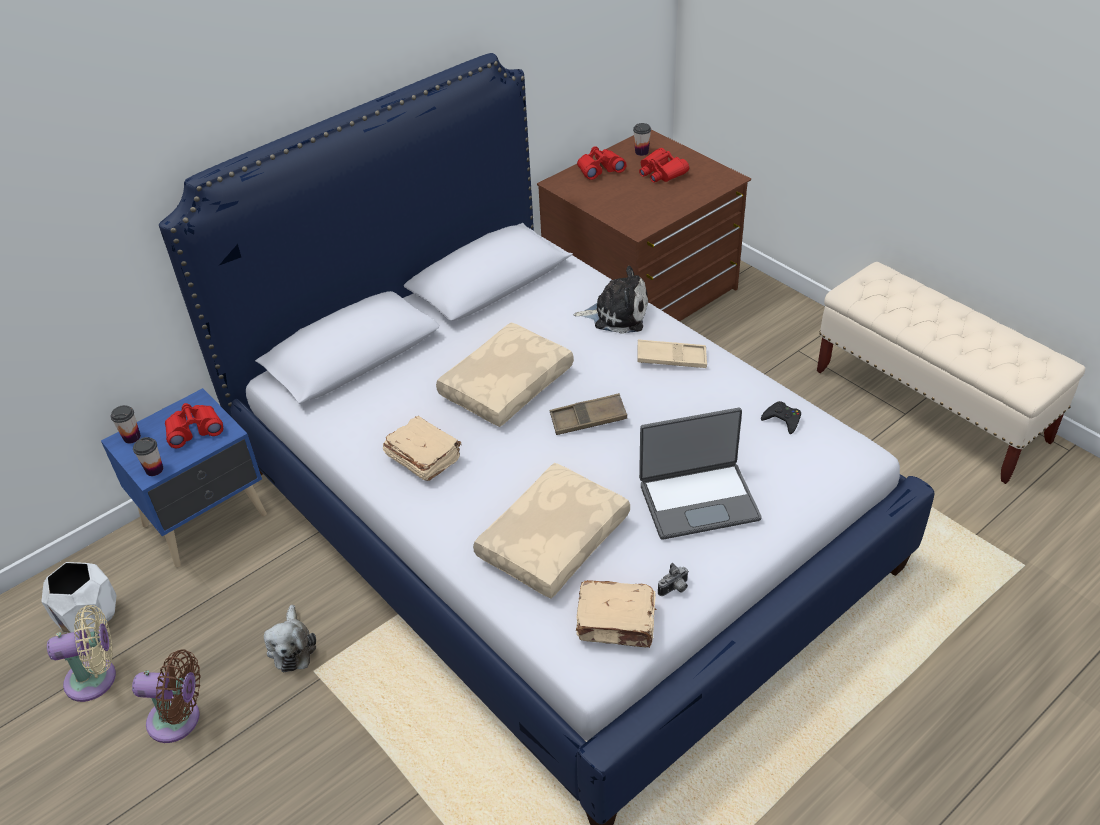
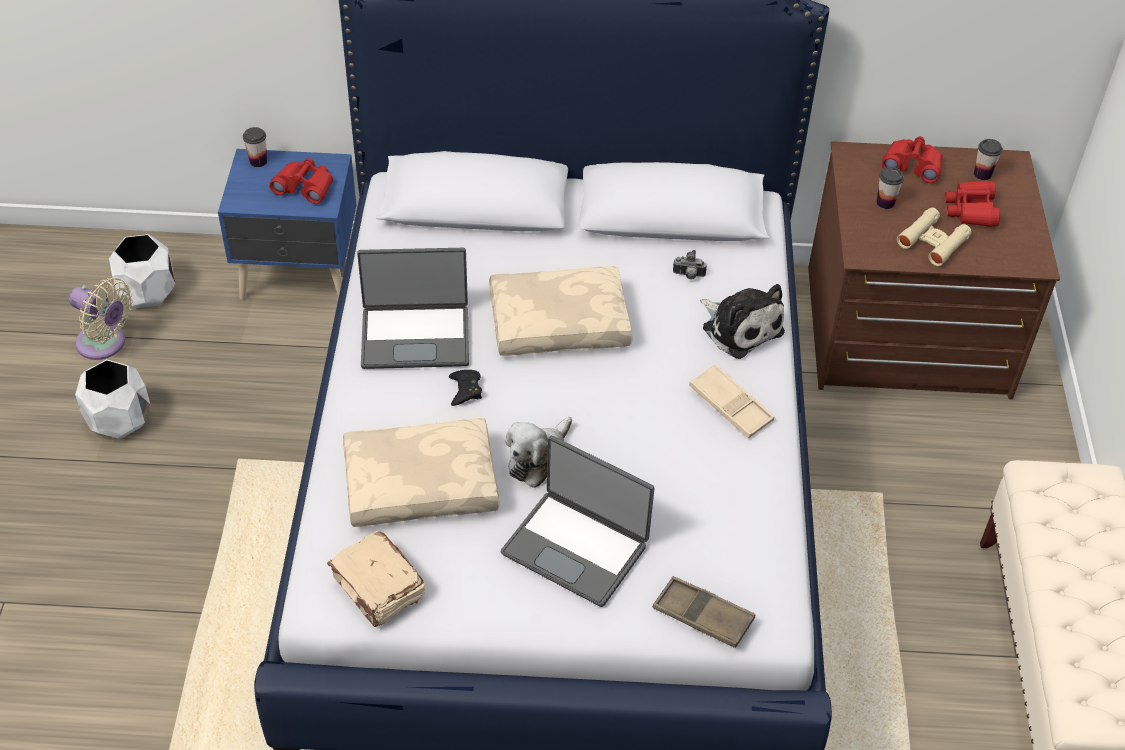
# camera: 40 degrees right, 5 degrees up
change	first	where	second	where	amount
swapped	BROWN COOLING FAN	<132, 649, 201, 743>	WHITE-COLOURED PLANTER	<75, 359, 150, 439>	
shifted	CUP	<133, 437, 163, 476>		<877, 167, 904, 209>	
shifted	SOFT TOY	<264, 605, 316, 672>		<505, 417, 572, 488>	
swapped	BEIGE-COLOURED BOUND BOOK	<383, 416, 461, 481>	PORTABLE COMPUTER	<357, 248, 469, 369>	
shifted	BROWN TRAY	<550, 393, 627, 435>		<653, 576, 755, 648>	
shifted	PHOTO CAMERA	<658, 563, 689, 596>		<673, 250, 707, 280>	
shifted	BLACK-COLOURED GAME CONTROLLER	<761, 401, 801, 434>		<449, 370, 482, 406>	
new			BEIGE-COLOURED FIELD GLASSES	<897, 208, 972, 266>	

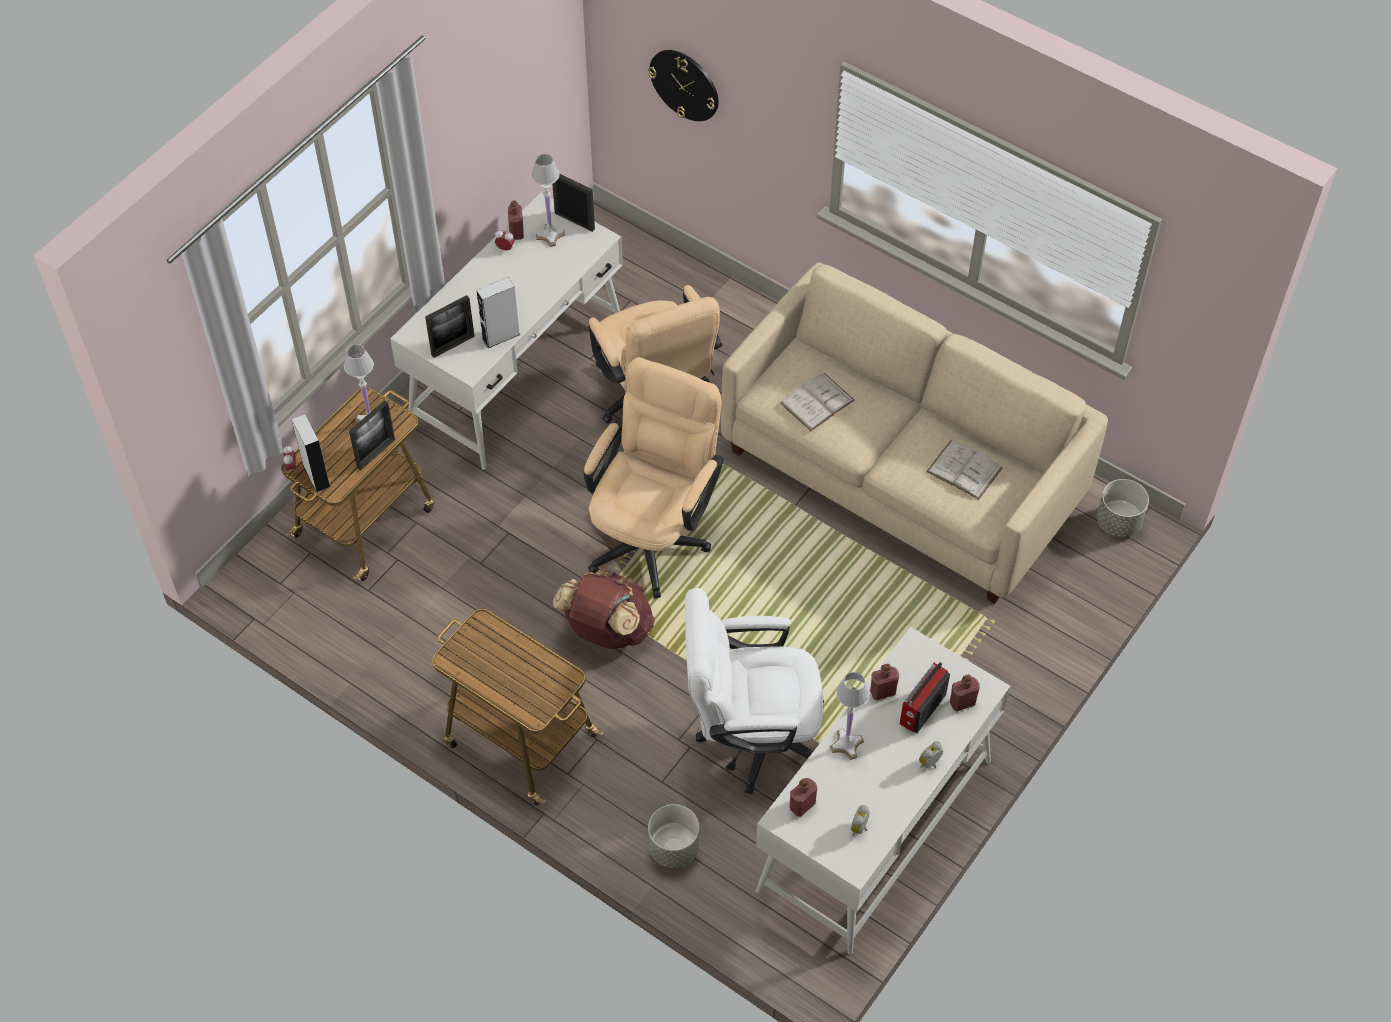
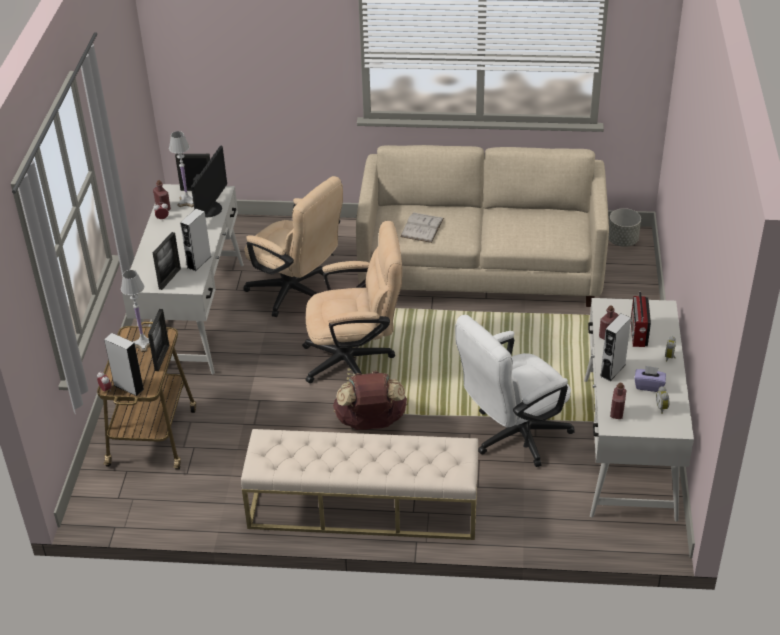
# camera: 30 degrees left, 15 degrees down
change	first	where	second	where	amount
swapped	TROLLEY	<432, 609, 604, 805>	BEIGE-COLOURED BENCH	<241, 429, 478, 540>	
rotated	BEIGE-COLOURED DESK CHAIR	<583, 357, 724, 599>		<302, 221, 402, 383>	90 degrees clockwise
gone	CLOCK ON THE WALL	<648, 50, 718, 121>			
gone	GREY PLANTER	<648, 804, 699, 868>			
swapped	WHITE-COLOURED TABLE LAMP	<830, 672, 870, 760>	GREY SPEAKER	<600, 314, 631, 381>	
gone	WHITE-COLOURED BOUND BOOK	<926, 440, 1003, 500>			
gone	RED BOTTLE	<950, 675, 980, 711>			
new			MONITOR	<191, 146, 227, 218>	
new			PURPLE BOX OF TISSUES	<634, 365, 666, 392>	

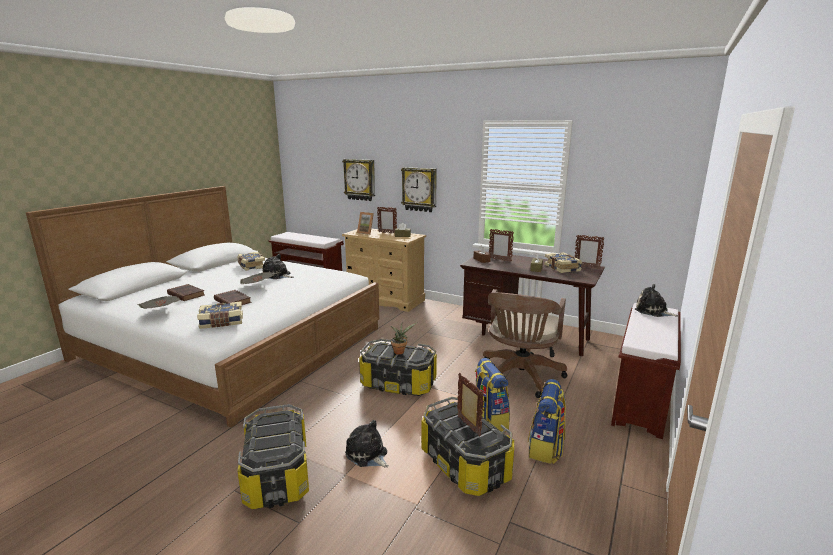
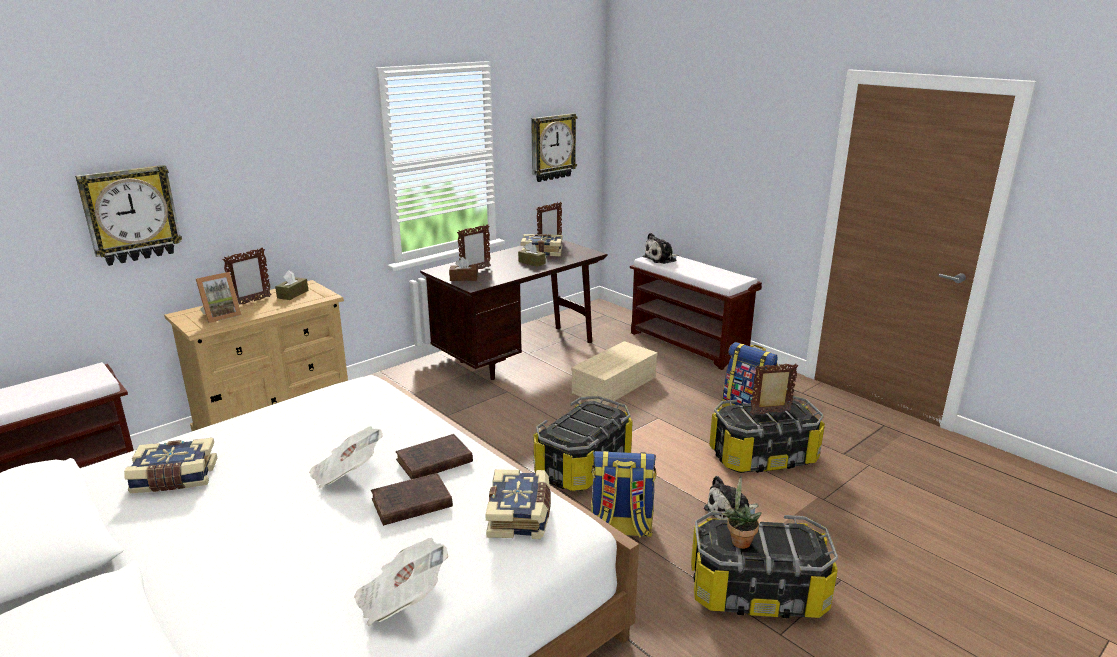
# camera: 70 degrees left, 5 degrees up
change	first	where	second	where	amount
shifted	BROWN BOUND BOOK	<167, 284, 205, 301>		<396, 434, 473, 479>	
gone	SOFT TOY	<263, 254, 294, 279>			
shifted	PLANT IN A POT	<391, 323, 417, 355>		<721, 476, 762, 549>	
shifted	CLOCK ON THE WALL	<401, 167, 437, 212>		<531, 113, 578, 182>	
shifted	KNAPSACK	<475, 358, 510, 432>		<591, 451, 657, 538>	
swapped	BROWN DESK CHAIR	<483, 289, 568, 398>	BEIGE-COLOURED STORAGE BOX	<571, 341, 657, 405>	

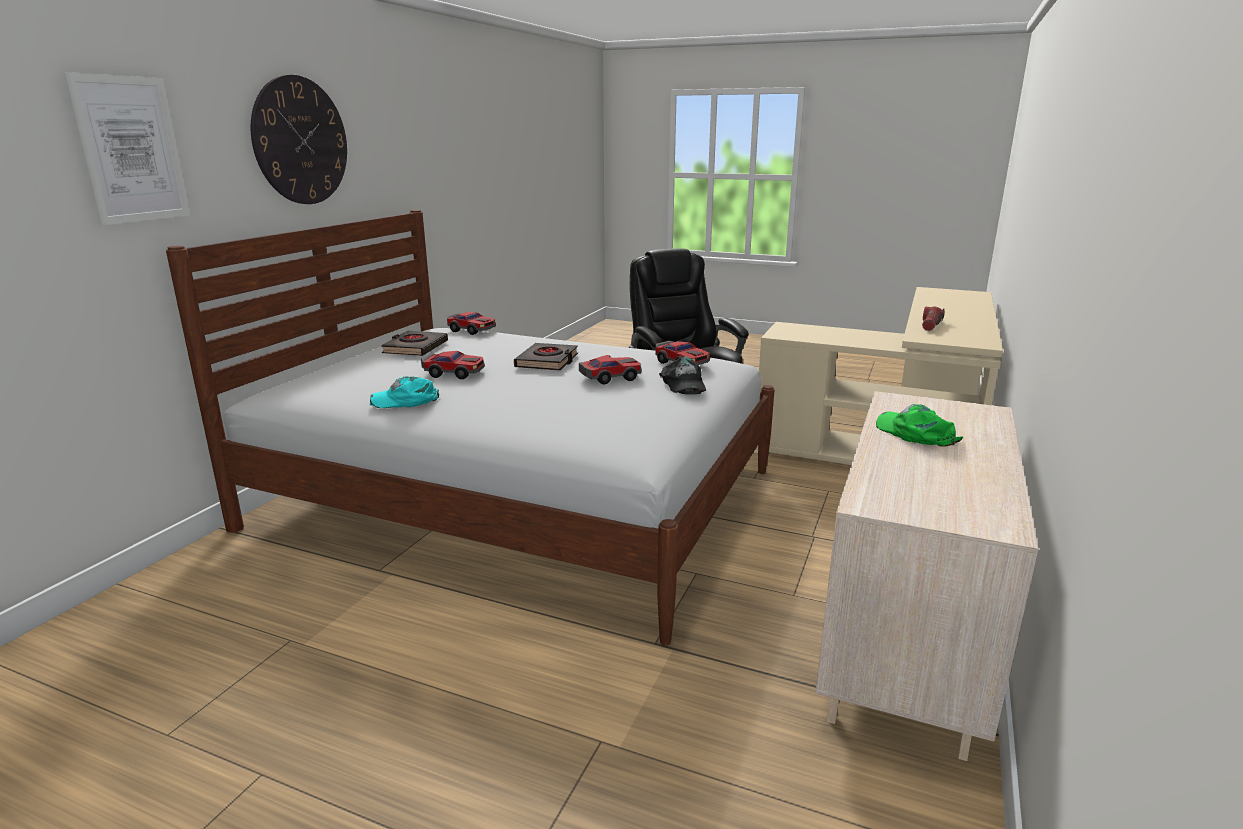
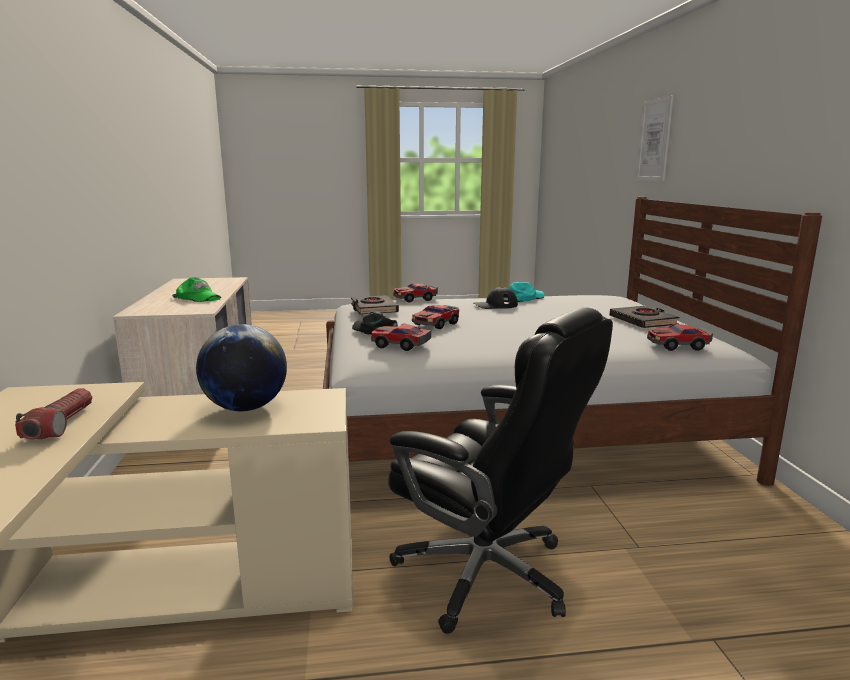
# camera: 150 degrees right, 5 degrees down
change	first	where	second	where	amount
gone	CLOCK ON THE WALL	<251, 75, 347, 204>			
shifted	MINIATURE CAR	<421, 351, 485, 379>		<393, 283, 438, 302>	
shifted	BLACK-COLOURED BOUND BOOK	<514, 343, 578, 371>		<351, 295, 399, 315>	
new			WORLD GLOBE	<196, 324, 287, 411>	
new			BLACK-COLOURED PEAKED CAP	<474, 287, 518, 309>	

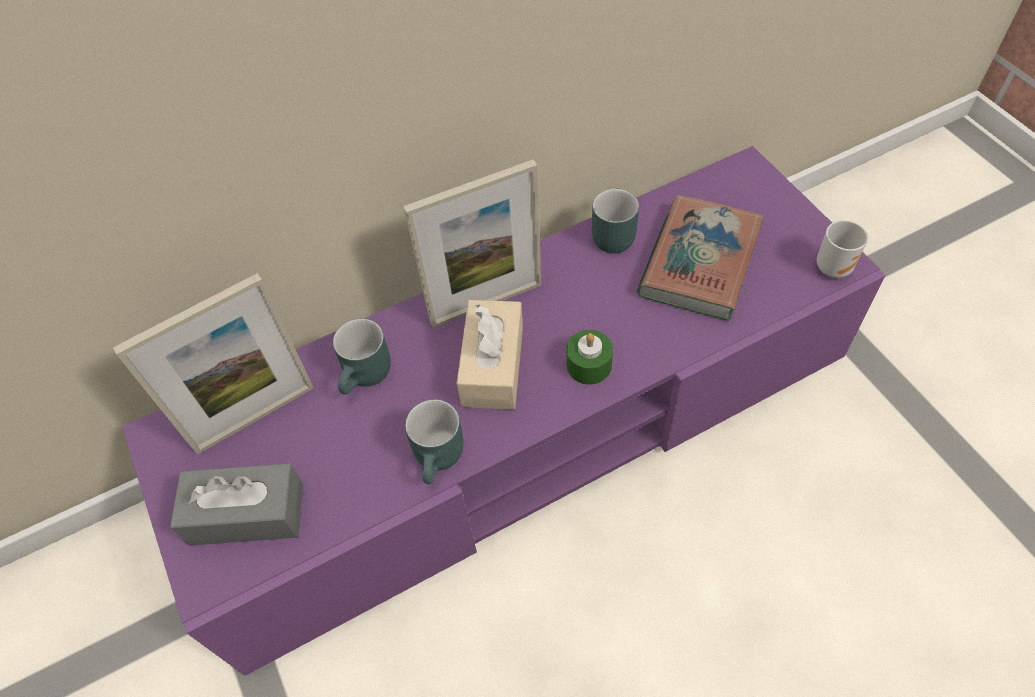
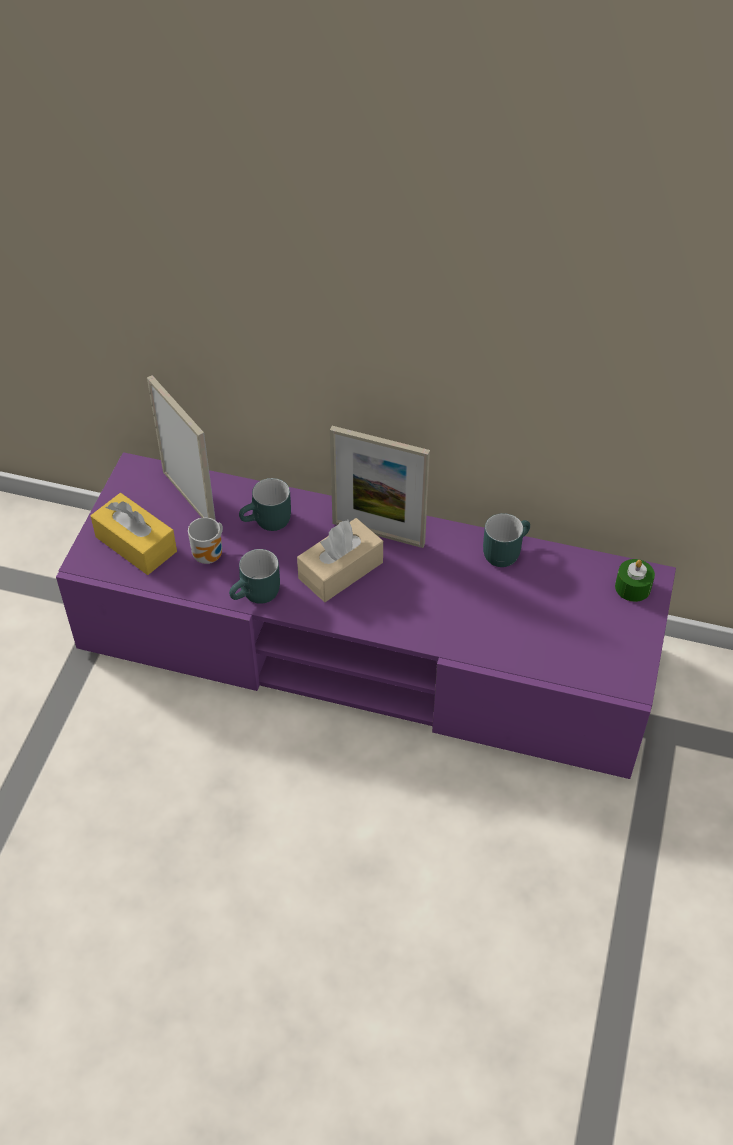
# camera: 40 degrees right, 5 degrees down
change	first	where	second	where	amount
rotated	PHOTO FRAME	<113, 273, 314, 454>		<147, 375, 216, 520>	135 degrees counterclockwise
repainted	GREY BOX OF TISSUES	<170, 463, 303, 546>	YELLOWISH BOX OF TISSUES	<91, 493, 177, 575>	
shifted	GREEN-COLOURED CANDLE	<566, 330, 613, 385>		<615, 559, 655, 602>	
gone	BOUND BOOK	<637, 195, 764, 321>			
shifted	TEA MUG	<817, 220, 868, 278>		<188, 517, 223, 564>	

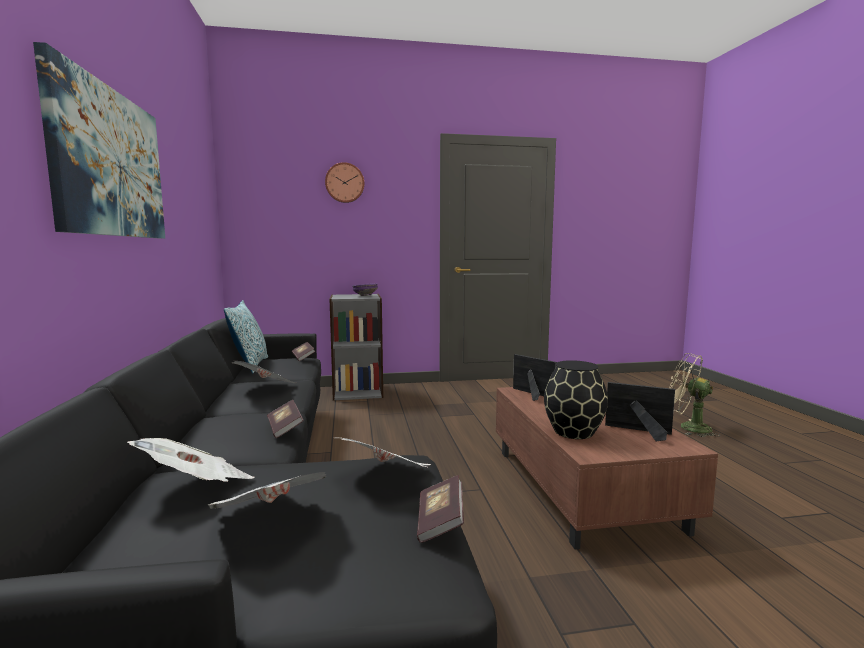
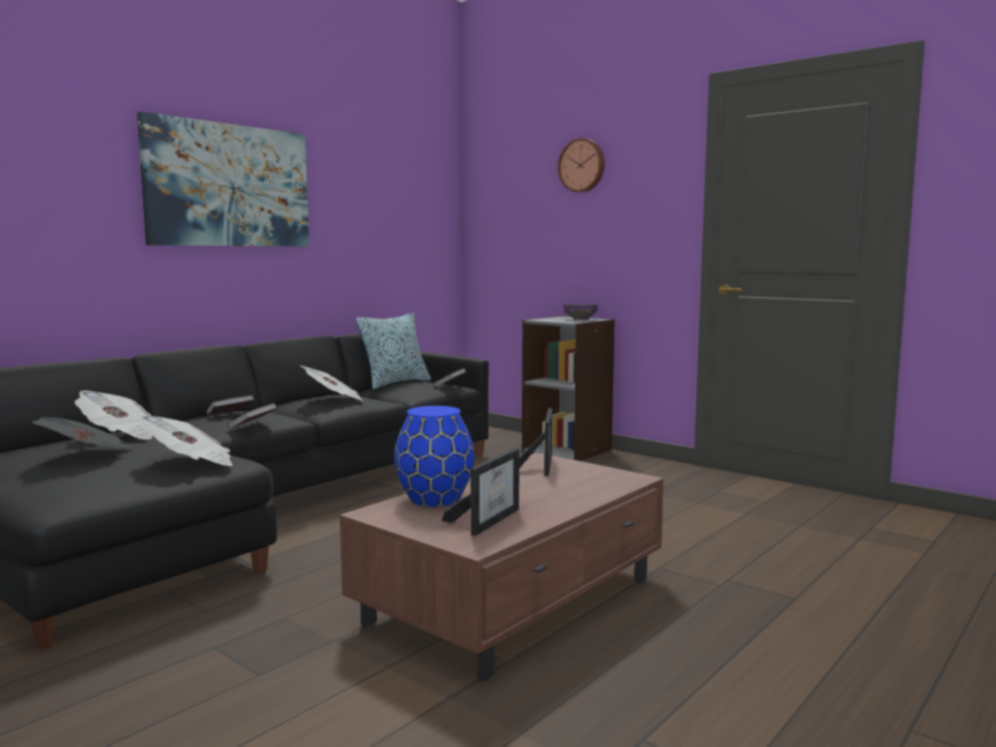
# camera: 50 degrees right, 0 degrees up
change	first	where	second	where	amount
shifted	BOUND BOOK	<417, 475, 464, 543>		<206, 395, 255, 415>	
repainted	BLACK-COLOURED FLOWER VASE	<544, 360, 608, 439>	BLUE-COLOURED FLOWER VASE	<394, 406, 475, 507>	
rotated	PHOTO FRAME	<605, 382, 675, 441>		<442, 448, 519, 536>	45 degrees clockwise
gone	BEIGE-COLOURED COOLING FAN	<669, 353, 721, 437>			

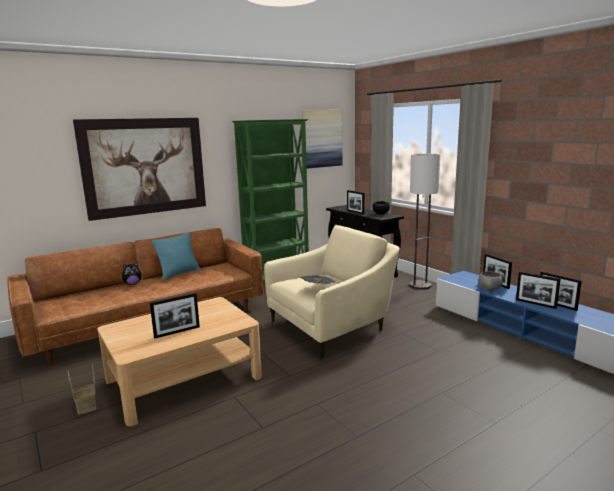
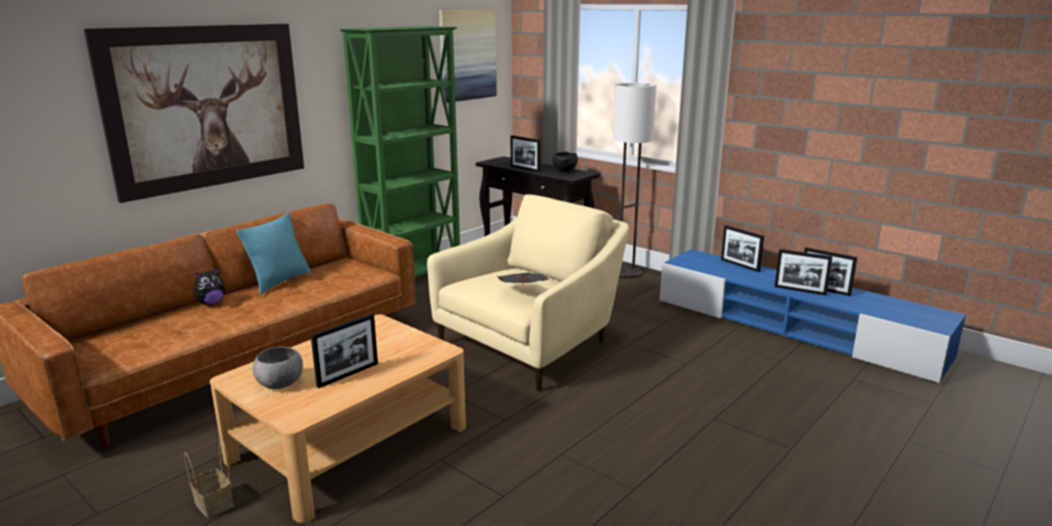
# camera: 15 degrees left, 5 degrees up
change	first	where	second	where	amount
shifted	GREY DEEP DISH	<478, 271, 503, 291>		<252, 346, 303, 389>	

